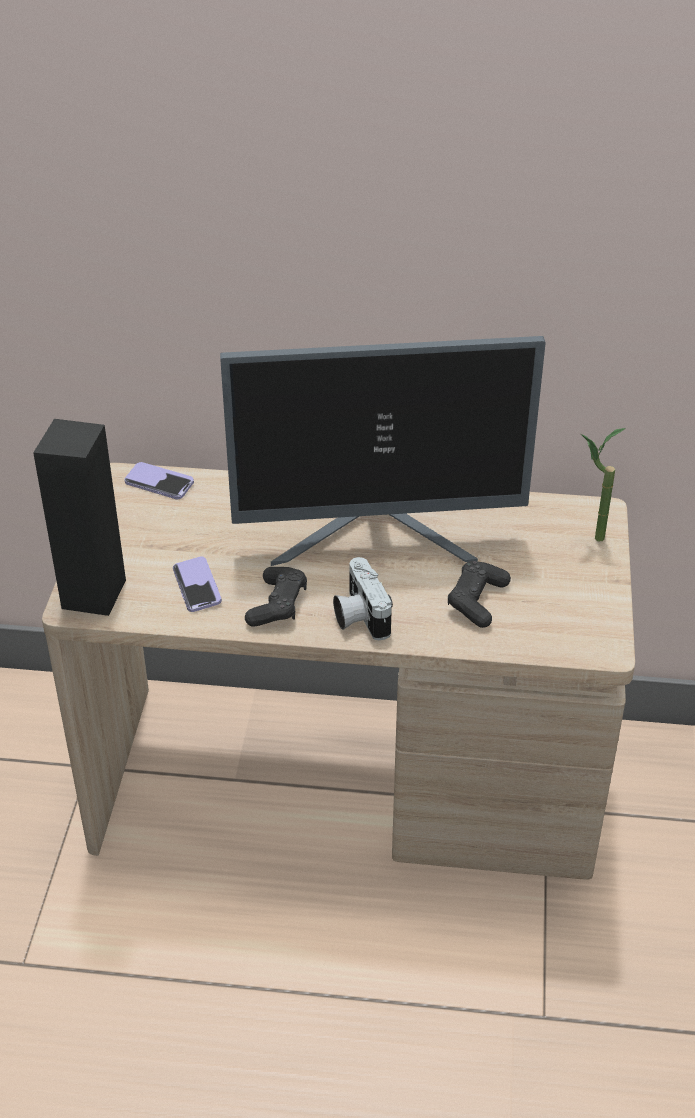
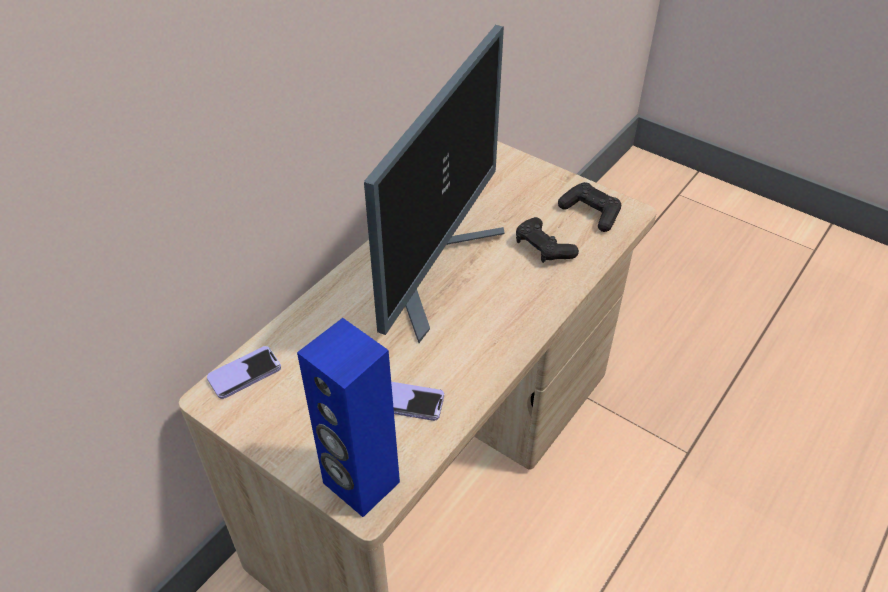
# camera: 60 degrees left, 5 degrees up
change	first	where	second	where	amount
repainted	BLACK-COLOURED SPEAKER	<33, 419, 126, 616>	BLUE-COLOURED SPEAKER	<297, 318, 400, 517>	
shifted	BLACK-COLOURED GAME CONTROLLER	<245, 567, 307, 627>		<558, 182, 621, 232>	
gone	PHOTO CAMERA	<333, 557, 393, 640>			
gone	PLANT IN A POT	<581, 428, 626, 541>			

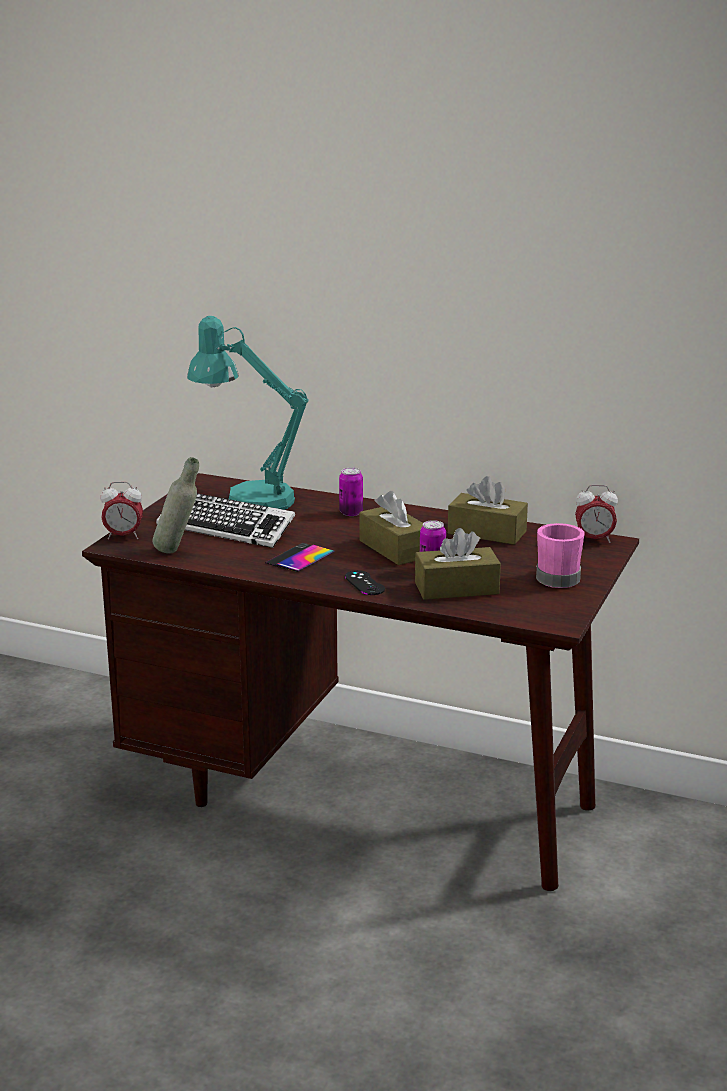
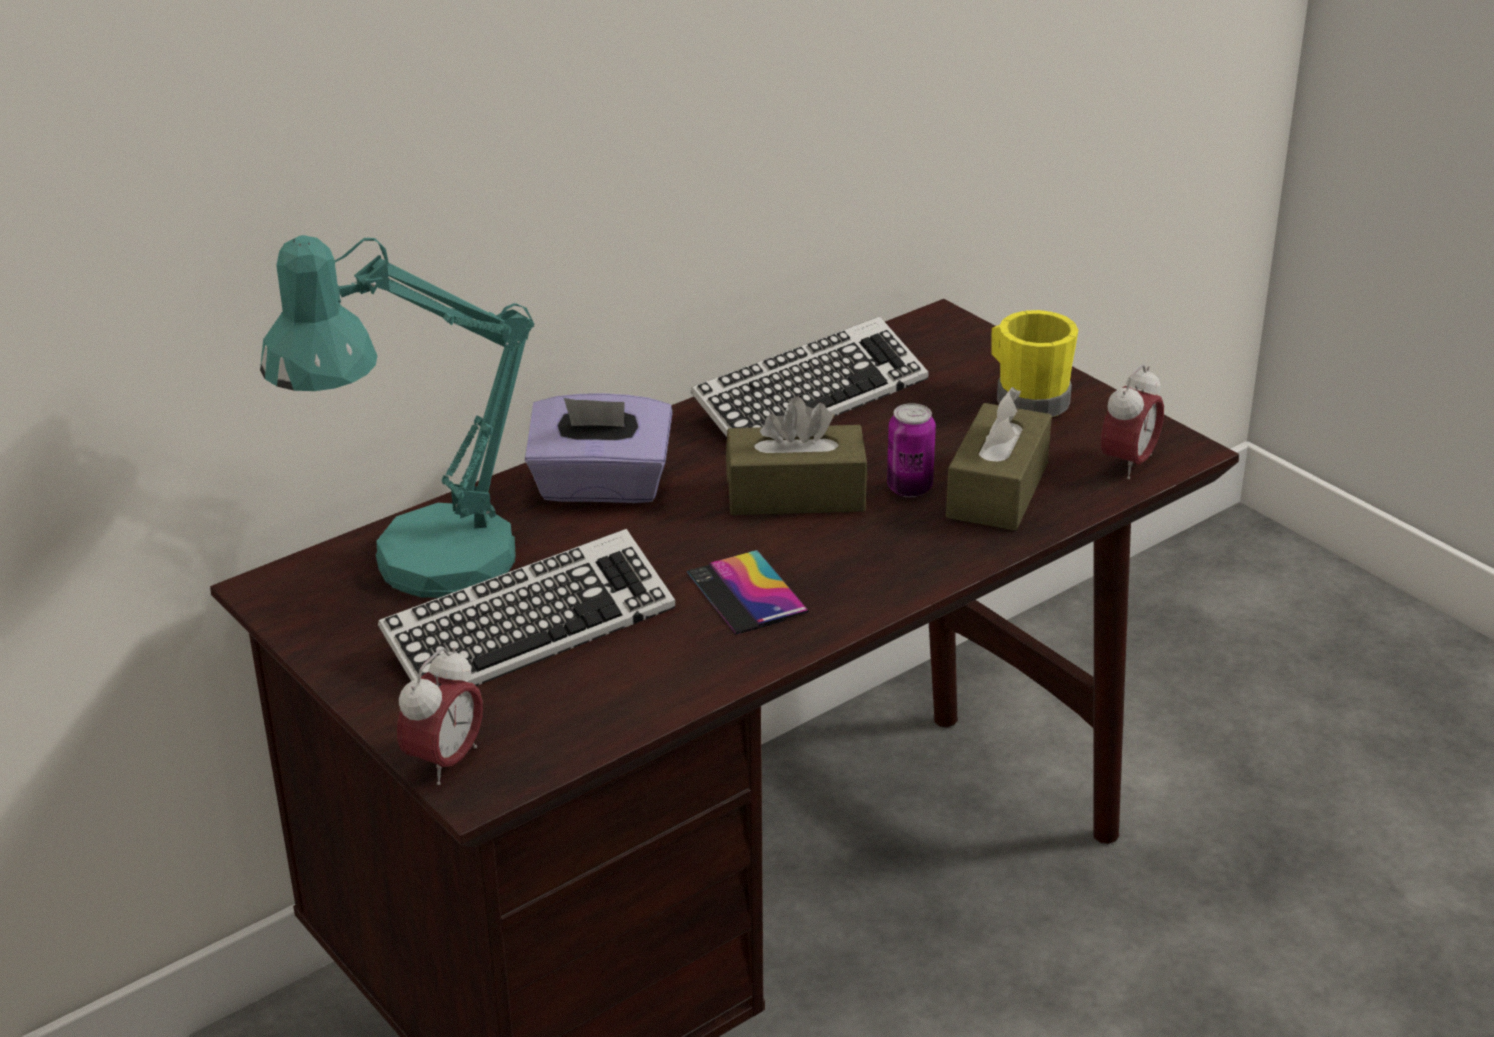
# camera: 60 degrees left, 10 degrees up
change	first	where	second	where	amount
gone	GREY BOTTLE	<153, 457, 199, 554>			
swapped	SEALED CAN	<339, 468, 363, 516>	PURPLE BOX OF TISSUES	<525, 393, 673, 503>	
gone	BLACK-COLOURED GAME CONTROLLER	<345, 570, 385, 595>			
swapped	BROWN BOX OF TISSUES	<448, 476, 528, 545>	COMPUTER KEYBOARD	<691, 316, 929, 437>	
repainted	PINK-COLOURED TEA MUG	<536, 523, 585, 588>	YELLOWISH TEA MUG	<991, 310, 1078, 417>	
shifted	ALARM CLOCK	<575, 485, 618, 543>		<1101, 364, 1164, 480>	

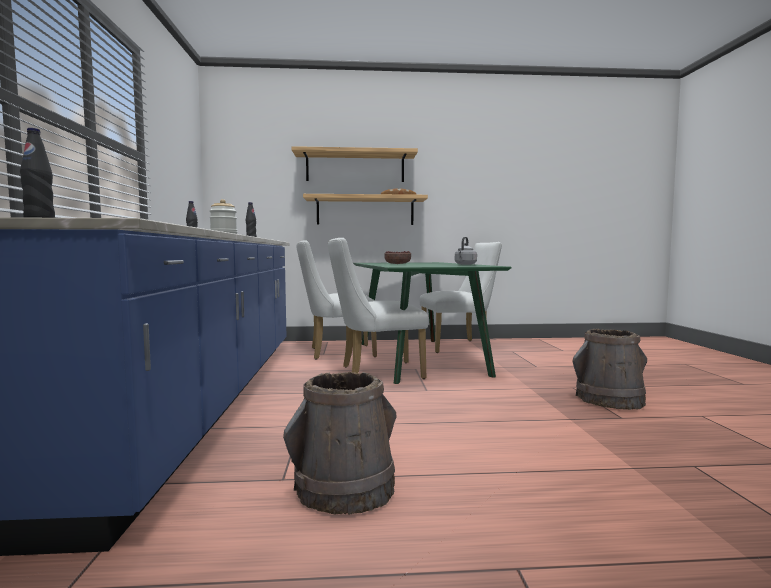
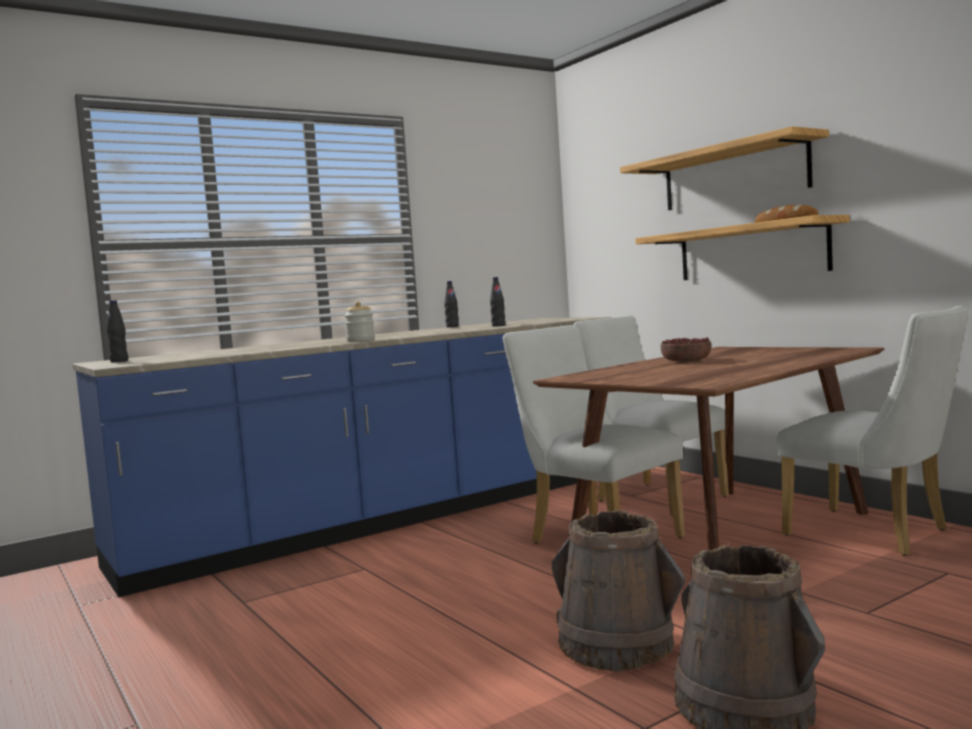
# camera: 60 degrees right, 0 degrees up
change	first	where	second	where	amount
shifted	BROWN BUCKET	<283, 372, 396, 515>		<552, 510, 685, 672>	
repainted	GREEN-COLOURED KITCHEN TABLE	<353, 262, 512, 384>	BROWN KITCHEN TABLE	<533, 347, 884, 550>	
gone	GREY TEA KETTLE	<455, 237, 477, 265>			

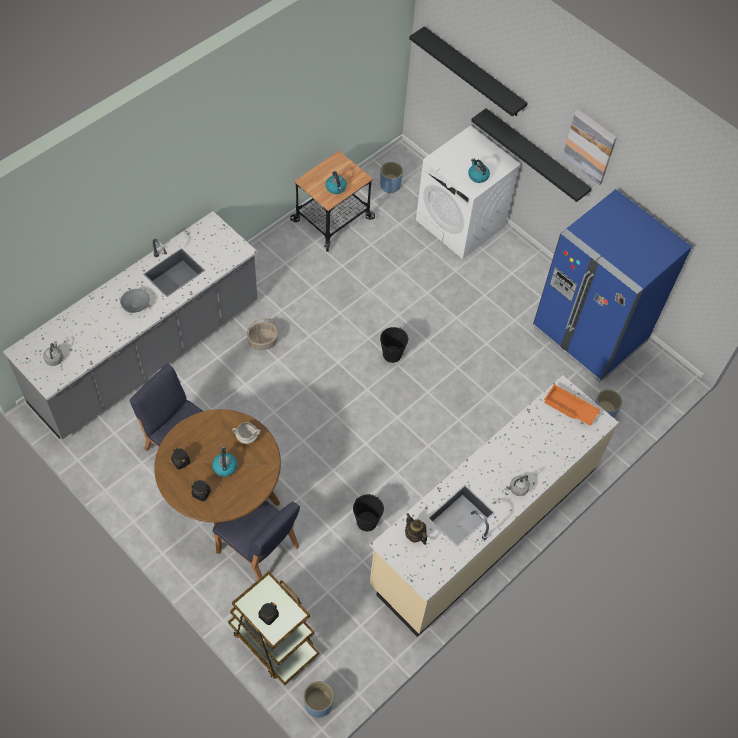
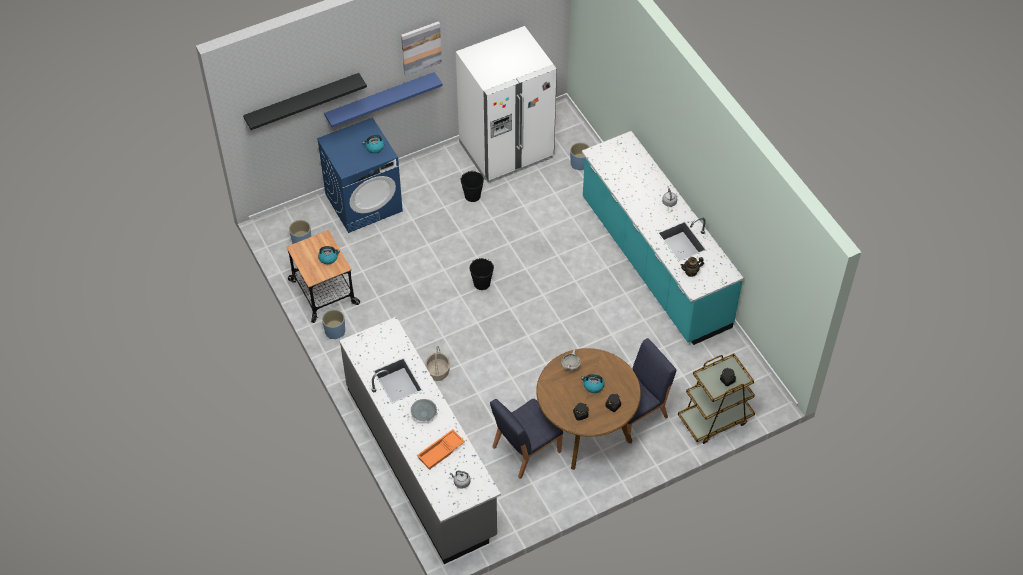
# camera: 70 degrees left, 5 degrees down
change	first	where	second	where	amount
shifted	BLUE-COLOURED PLANTER	<304, 681, 334, 718>		<322, 309, 345, 339>	
shifted	BLACK-COLOURED BUCKET	<353, 494, 384, 531>		<461, 171, 484, 202>	
repainted	BEIGE-COLOURED COUNTER	<370, 375, 619, 637>	BLUE-GREEN COUNTER	<582, 131, 744, 345>	
repainted	WHITE-COLOURED LAUNDRY APPLIANCE	<416, 125, 521, 259>	BLUE-COLOURED LAUNDRY APPLIANCE	<317, 117, 403, 233>	
repainted	BLACK-COLOURED BRACKET SHELF	<471, 108, 592, 202>	BLUE-COLOURED BRACKET SHELF	<324, 72, 443, 127>	
repainted	BLUE-COLOURED FRIDGE	<533, 189, 692, 383>	WHITE-COLOURED FRIDGE	<456, 26, 557, 183>	
shifted	ORANGEY TRAY	<544, 384, 600, 426>		<417, 429, 465, 470>	

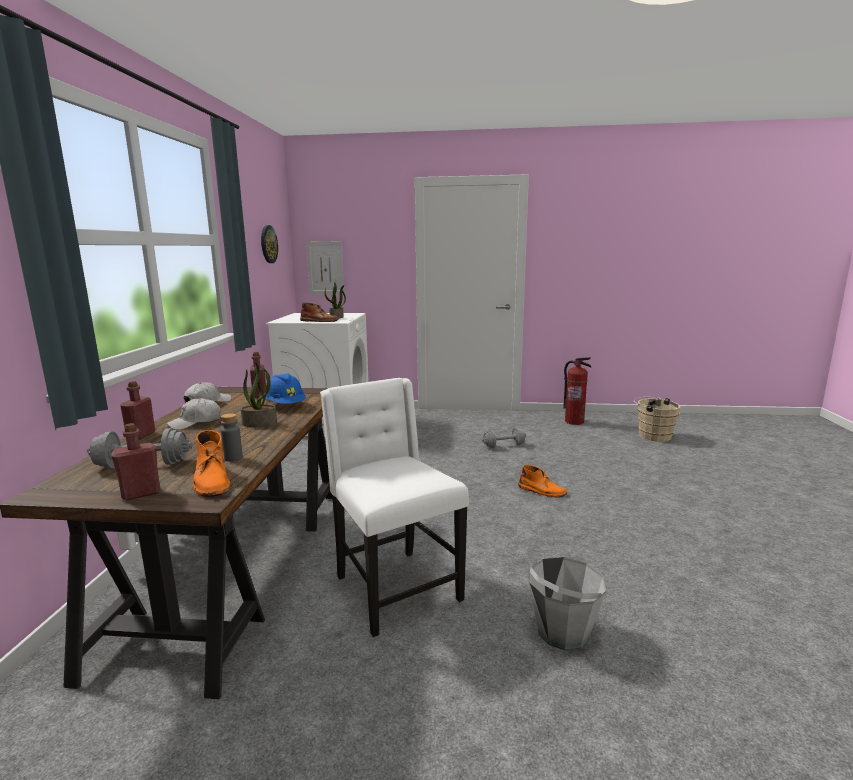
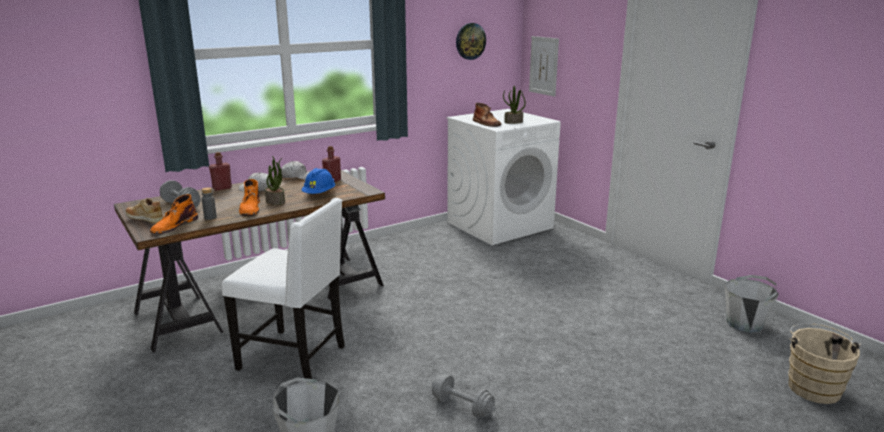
# camera: 50 degrees right, 5 degrees up
change	first	where	second	where	amount
swapped	RED BOTTLE	<111, 423, 161, 500>	BEIGE-COLOURED SHOE	<126, 198, 163, 223>	
rotated	WHITE-COLOURED CHAIR	<320, 378, 469, 637>		<222, 198, 345, 379>	90 degrees clockwise
shifted	GREY DUMBBELL	<482, 427, 526, 448>		<432, 375, 496, 418>	
shifted	ORANGEY BOOT	<518, 465, 567, 497>		<239, 179, 260, 216>	
swapped	FIRE EXTINGUISHER	<563, 357, 591, 425>	GREY BUCKET	<724, 275, 779, 333>	

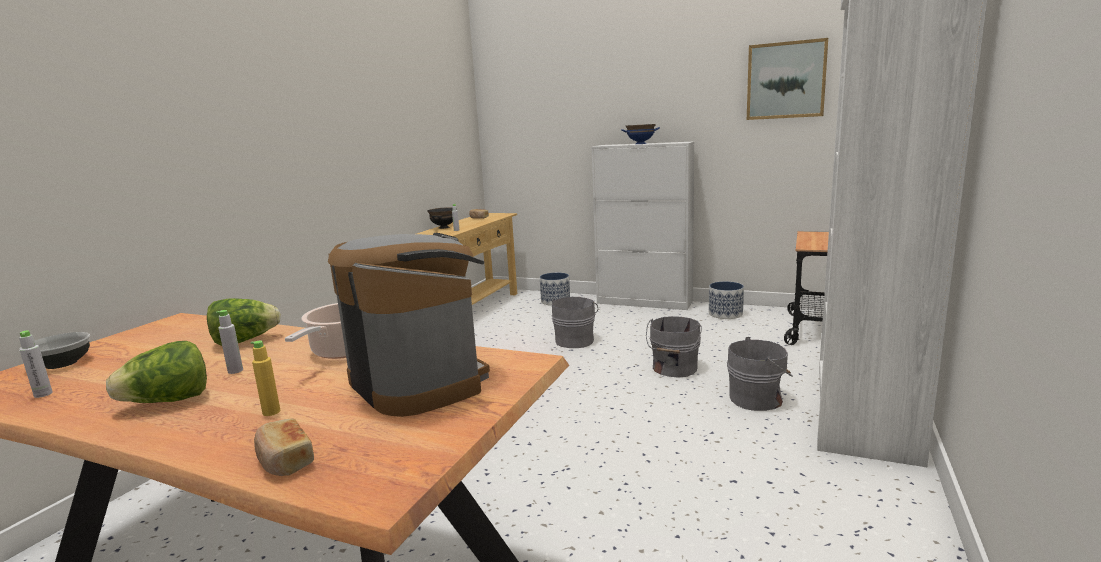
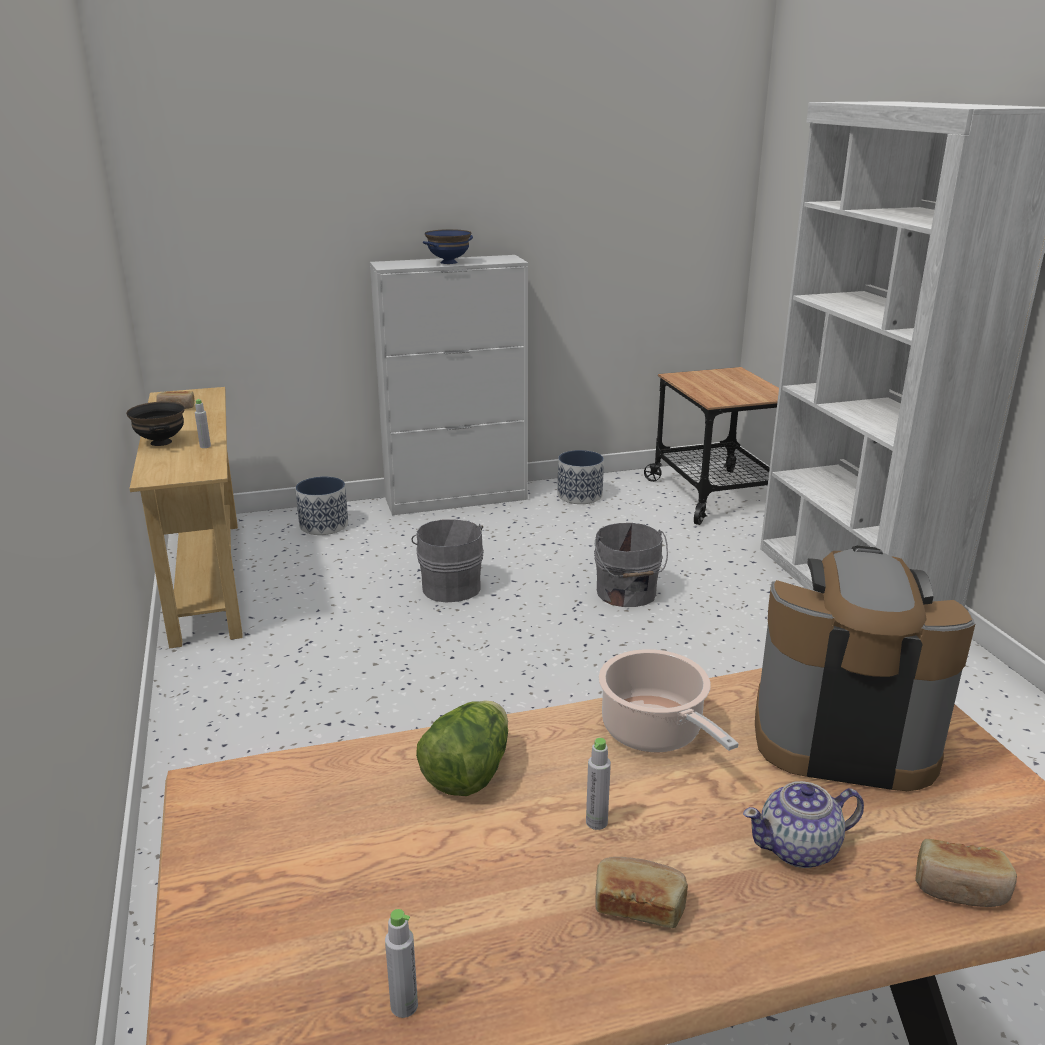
# camera: 40 degrees left, 10 degrees up
change	first	where	second	where	amount
gone	DEEP DISH	<19, 332, 90, 369>			
swapped	LETTUCE	<106, 341, 207, 403>	BAKERY BREAD	<595, 857, 688, 928>	
swapped	YELLOWISH BOTTLE	<251, 340, 280, 416>	POT FOR TEA	<743, 781, 864, 868>	
gone	GREY BUCKET	<727, 337, 792, 411>			
gone	WALL PICTURE	<747, 38, 828, 120>			

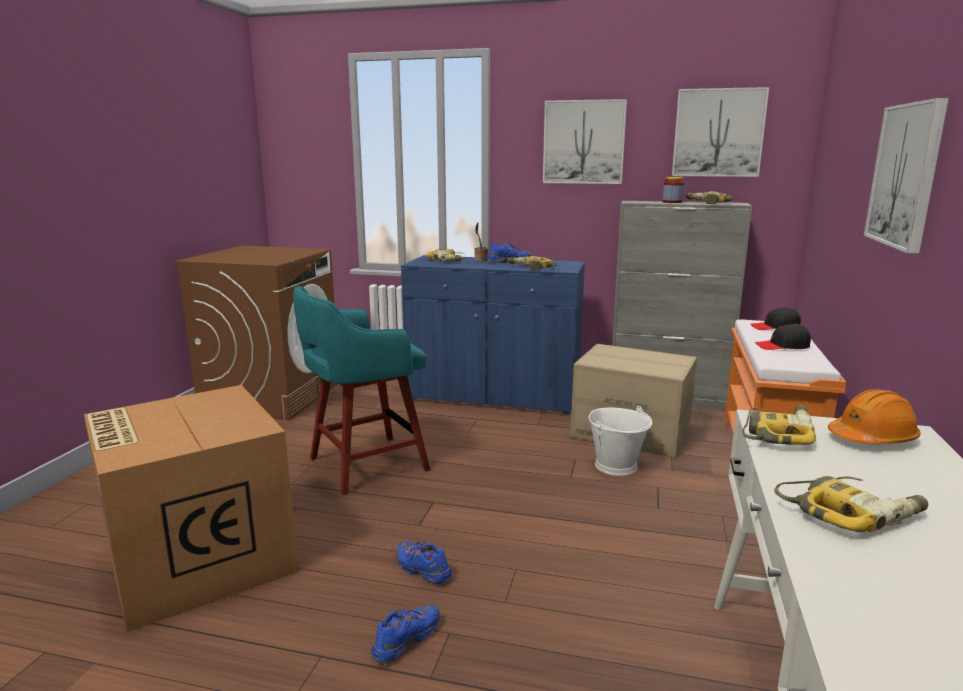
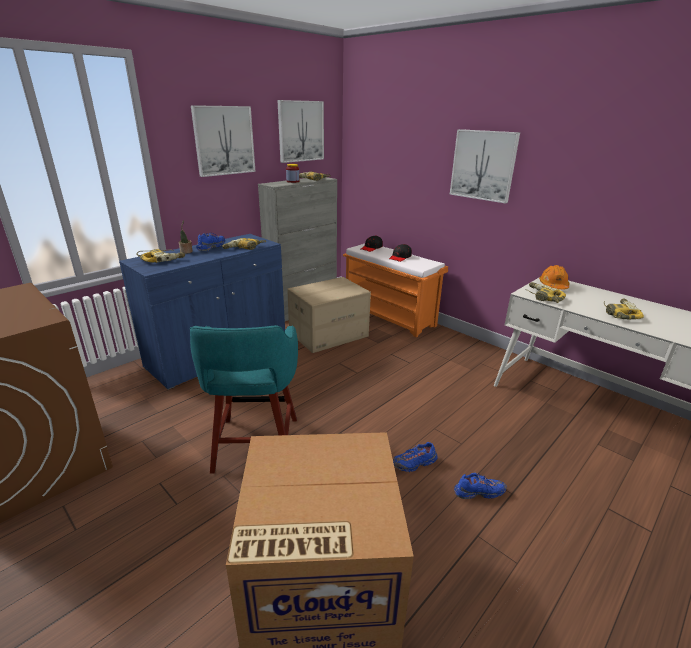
# camera: 60 degrees left, 10 degrees up
change	first	where	second	where	amount
rotated	BLUE-COLOURED SHOE	<371, 605, 440, 664>		<454, 473, 507, 499>	105 degrees clockwise
gone	WHITE-COLOURED BUCKET	<589, 406, 652, 476>			

